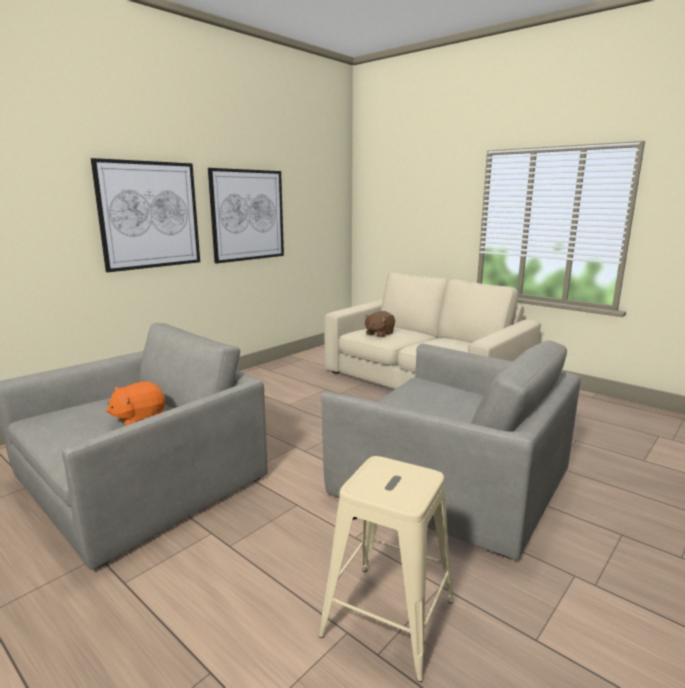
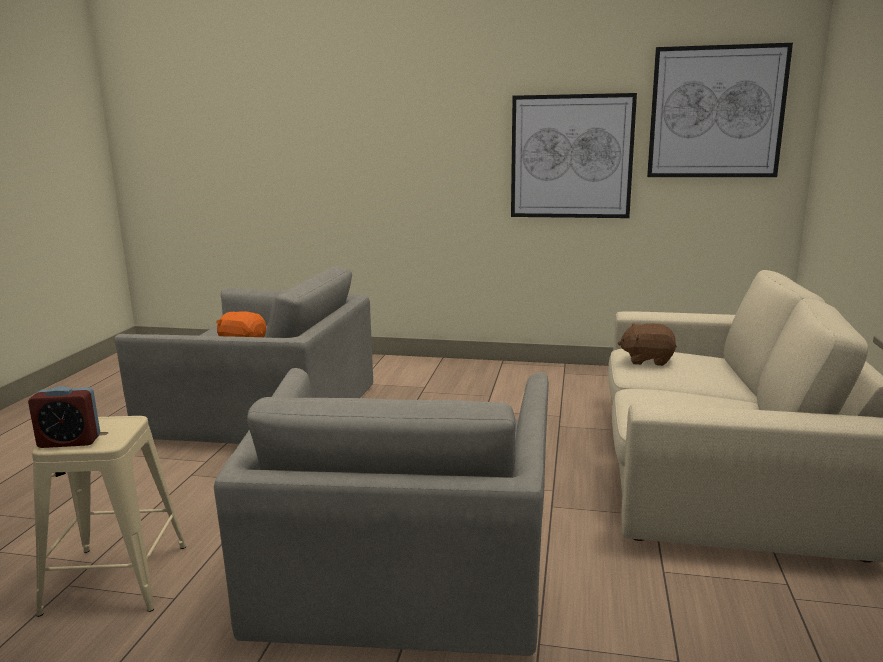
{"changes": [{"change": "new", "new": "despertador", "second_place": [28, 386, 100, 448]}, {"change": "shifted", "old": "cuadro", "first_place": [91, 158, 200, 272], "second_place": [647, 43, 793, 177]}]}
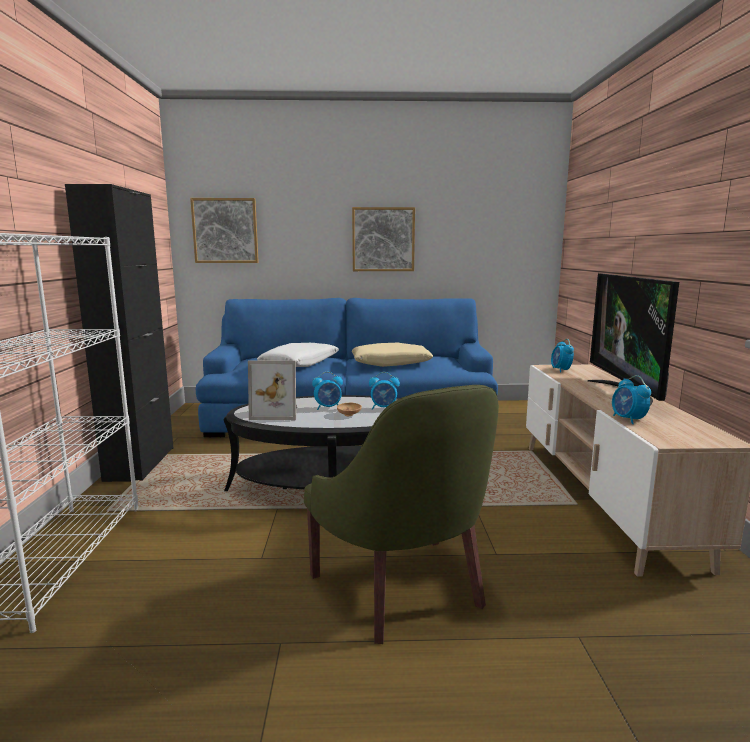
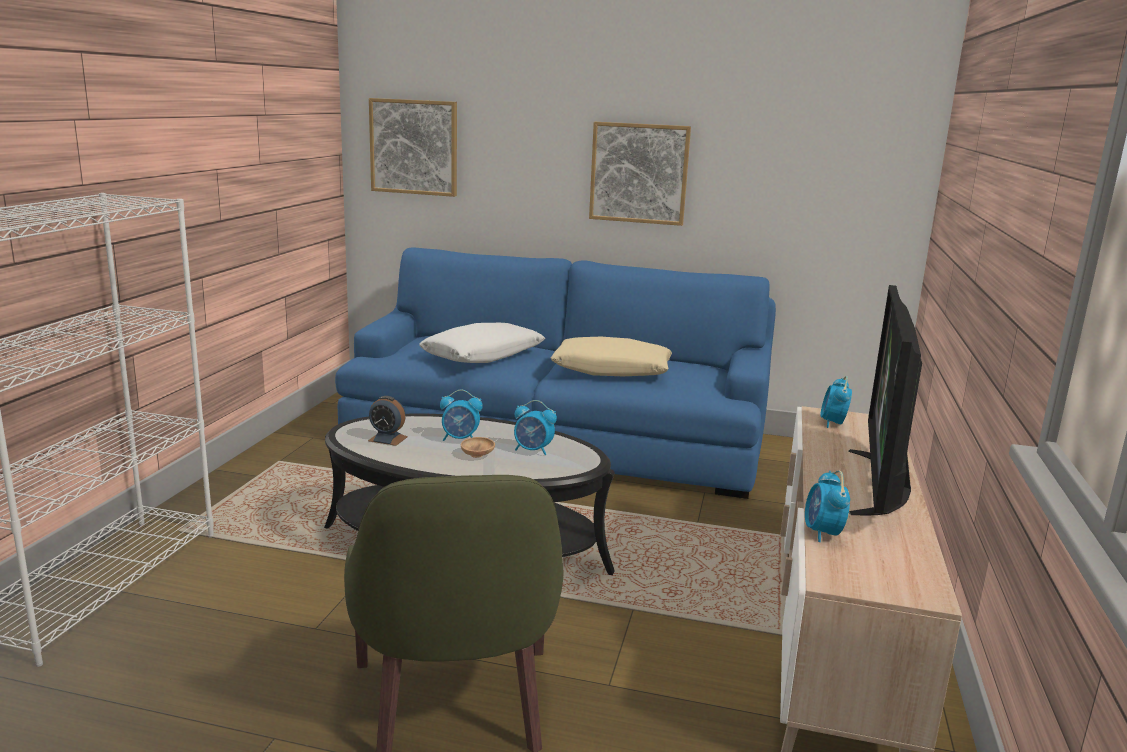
{"changes": [{"change": "swapped", "old": "portarretratos", "new": "despertador", "first_place": [248, 360, 297, 420], "second_place": [368, 396, 408, 446]}, {"change": "gone", "old": "armario (negro)", "first_place": [65, 184, 173, 482]}]}
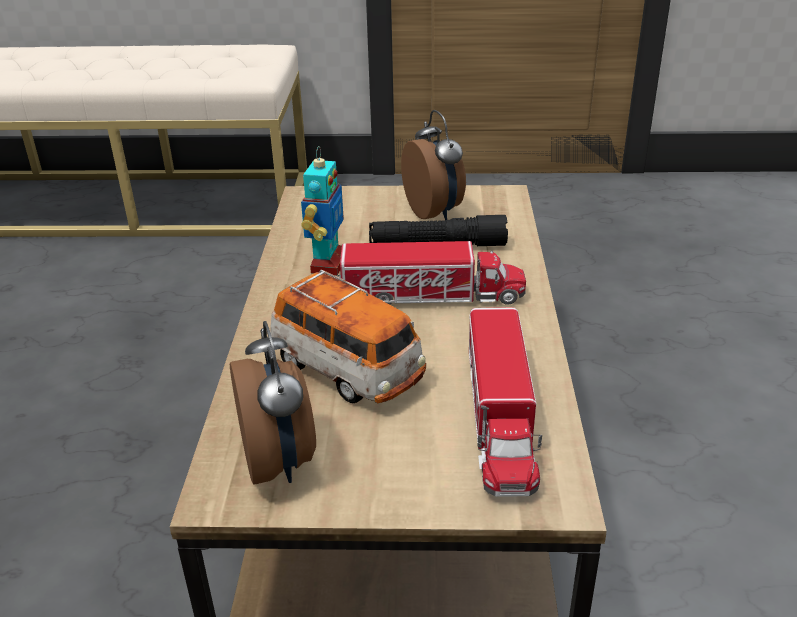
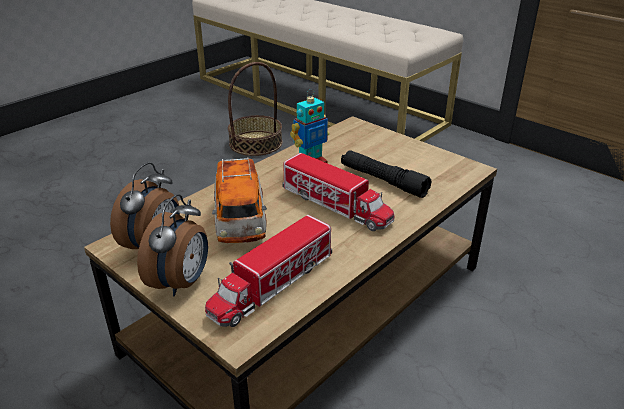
{"changes": [{"change": "shifted", "old": "despertador", "first_place": [401, 110, 466, 220], "second_place": [137, 194, 208, 296]}, {"change": "new", "new": "cesta", "second_place": [228, 62, 282, 156]}]}
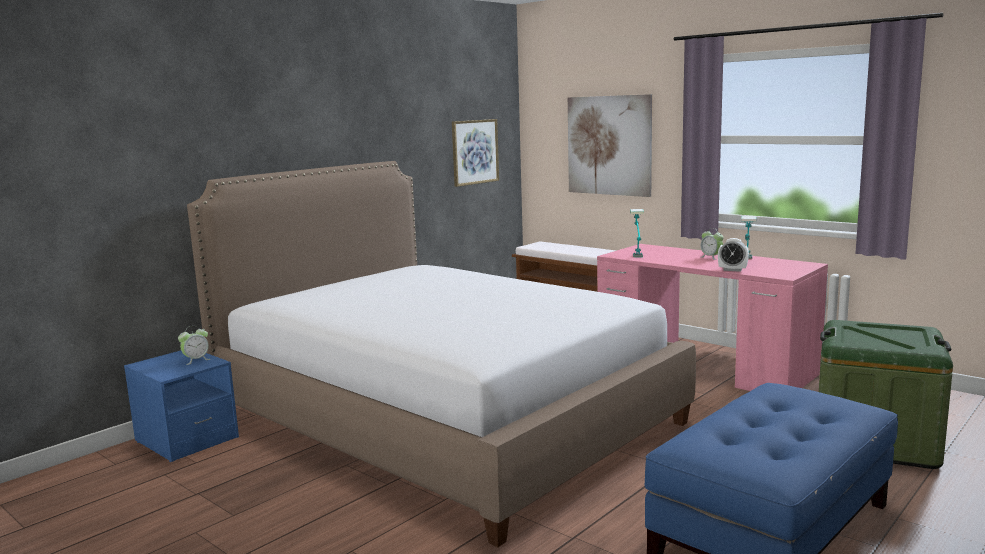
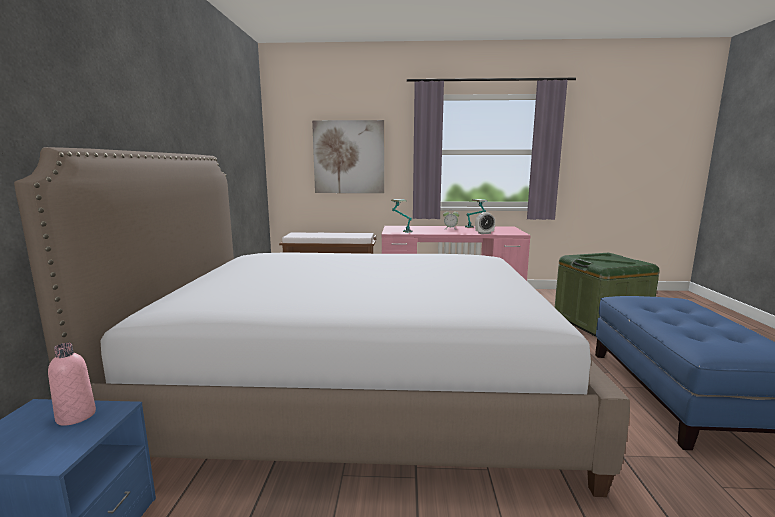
{"changes": [{"change": "swapped", "old": "despertador", "new": "botella (rosa)", "first_place": [178, 326, 210, 365], "second_place": [48, 343, 96, 426]}, {"change": "gone", "old": "cuadro", "first_place": [452, 119, 499, 187]}]}
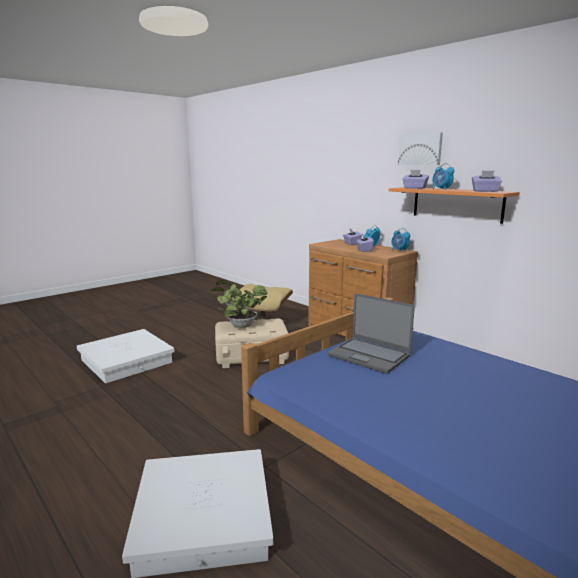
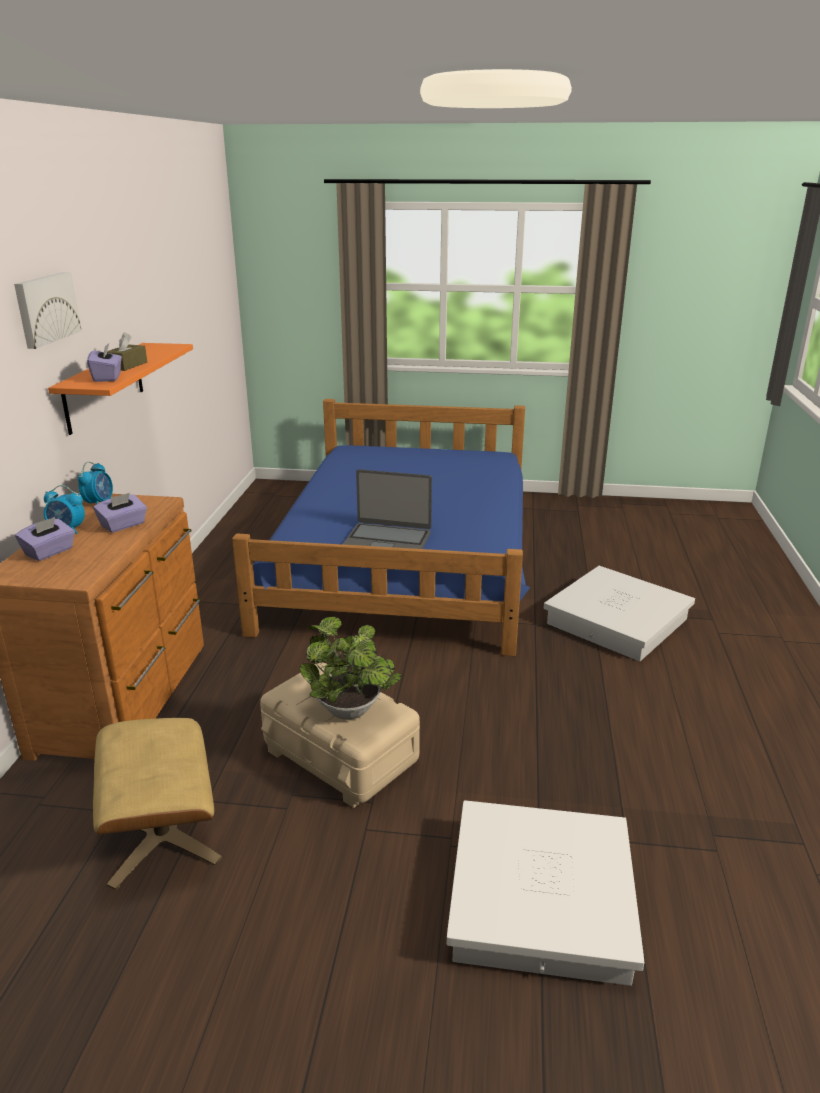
{"changes": [{"change": "swapped", "old": "despertador", "new": "caja de pañuelos (marrón)", "first_place": [432, 163, 454, 190], "second_place": [107, 332, 147, 371]}, {"change": "rotated", "old": "portátil", "first_place": [328, 293, 415, 374], "second_place": [342, 469, 432, 549], "degrees": 105}, {"change": "gone", "old": "caja de pañuelos (morado)", "first_place": [472, 170, 502, 192]}]}
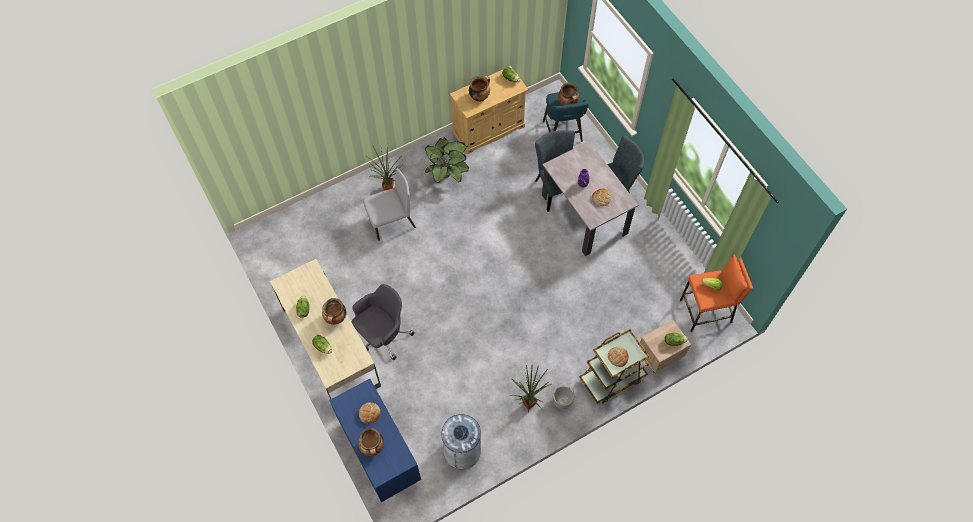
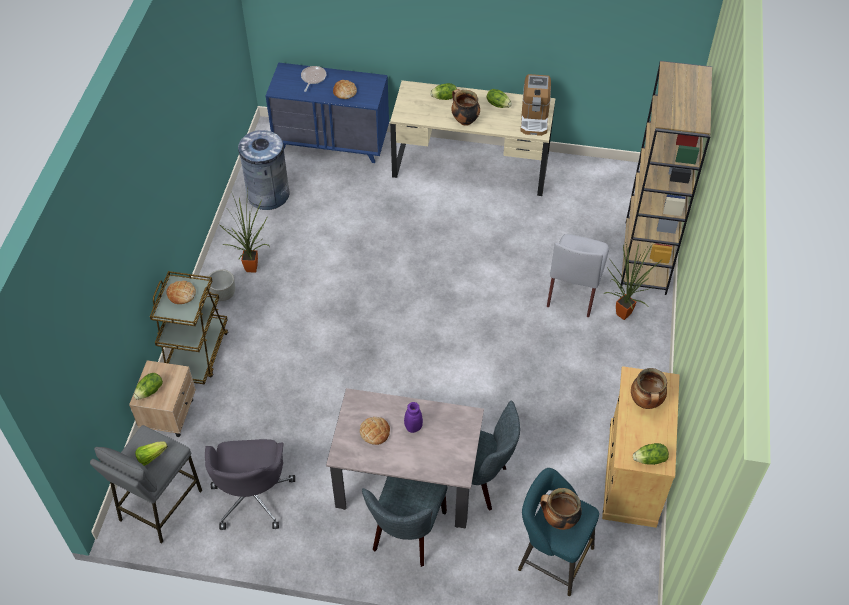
{"changes": [{"change": "repainted", "old": "taburete (naranja)", "new": "taburete (gris)", "first_place": [680, 255, 753, 332], "second_place": [90, 425, 202, 543]}, {"change": "shifted", "old": "silla de oficina (gris)", "first_place": [352, 284, 415, 360], "second_place": [205, 439, 295, 530]}, {"change": "swapped", "old": "olla", "new": "sartén", "first_place": [358, 428, 384, 456], "second_place": [301, 66, 326, 92]}, {"change": "new", "new": "cafetera", "second_place": [521, 74, 551, 136]}, {"change": "new", "new": "estantería (marrón)", "second_place": [620, 61, 712, 295]}, {"change": "gone", "old": "planta en maceta", "first_place": [425, 137, 469, 183]}]}
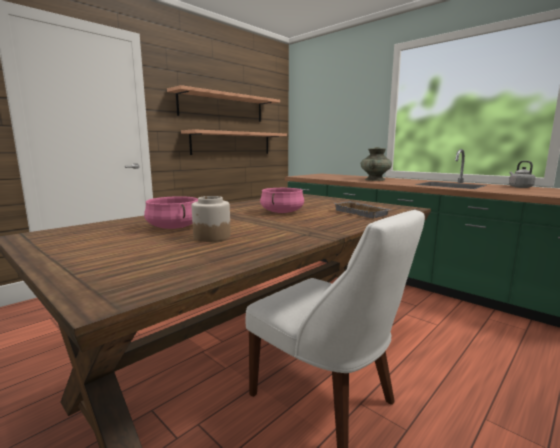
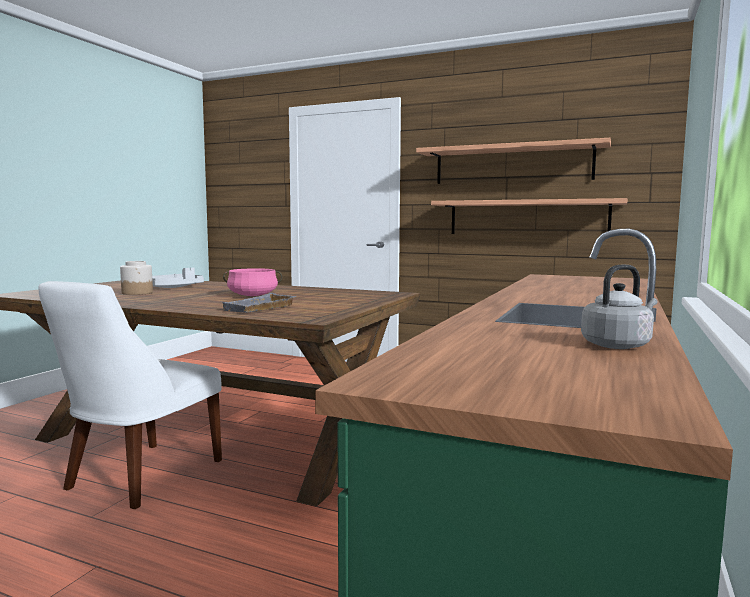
{"changes": [{"change": "swapped", "old": "olla (rosa)", "new": "bandeja (gris)", "first_place": [144, 196, 198, 229], "second_place": [152, 267, 204, 288]}, {"change": "gone", "old": "florero (turquesa)", "first_place": [361, 147, 392, 181]}]}
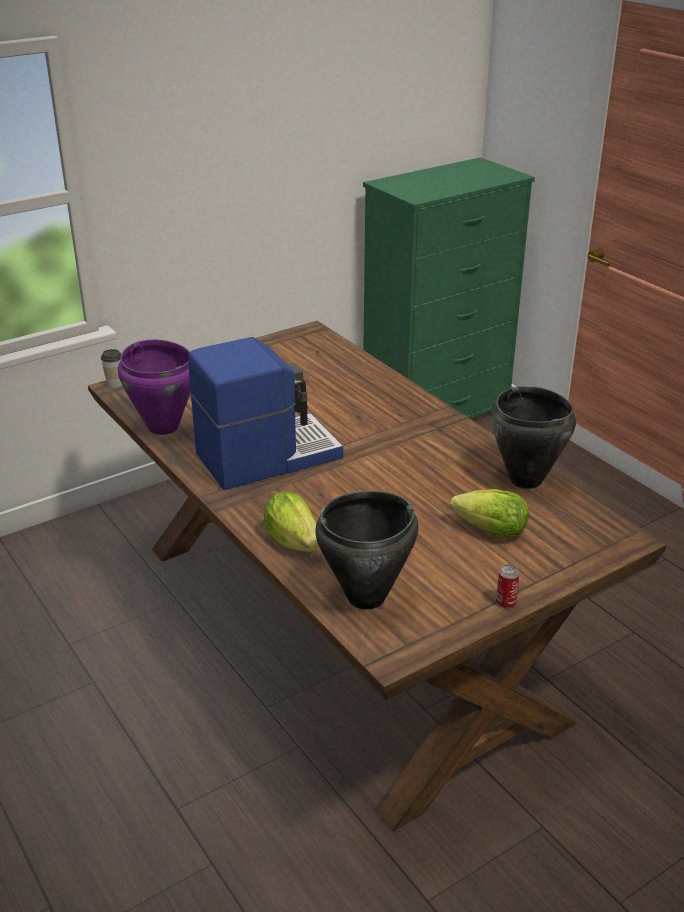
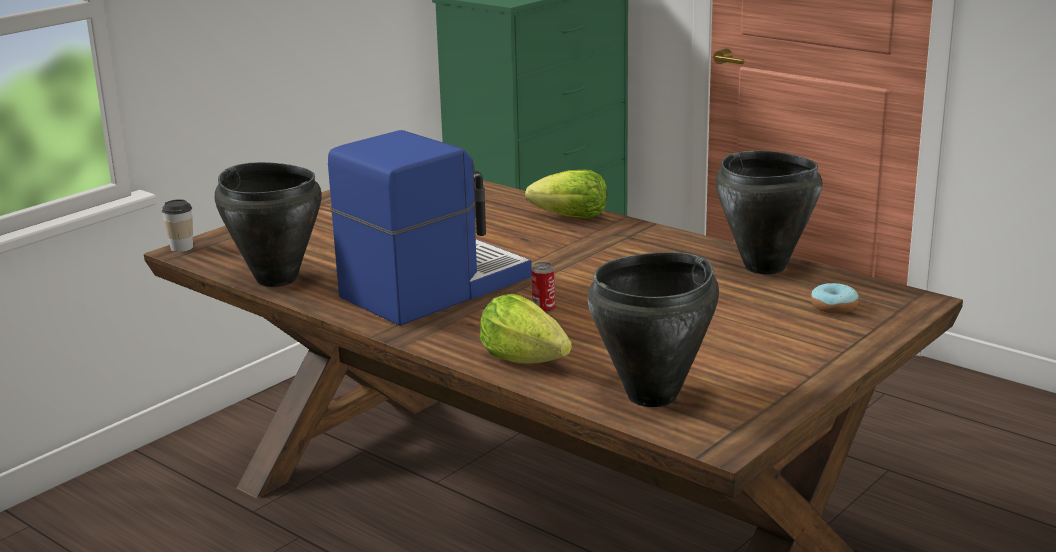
{"changes": [{"change": "repainted", "old": "olla (morado)", "new": "olla (negro)", "first_place": [118, 339, 191, 435], "second_place": [215, 162, 322, 287]}, {"change": "shifted", "old": "lechuga", "first_place": [450, 489, 529, 538], "second_place": [525, 170, 607, 219]}, {"change": "shifted", "old": "lata", "first_place": [496, 564, 520, 608], "second_place": [531, 262, 555, 313]}, {"change": "new", "new": "rosquilla", "second_place": [811, 283, 859, 314]}]}
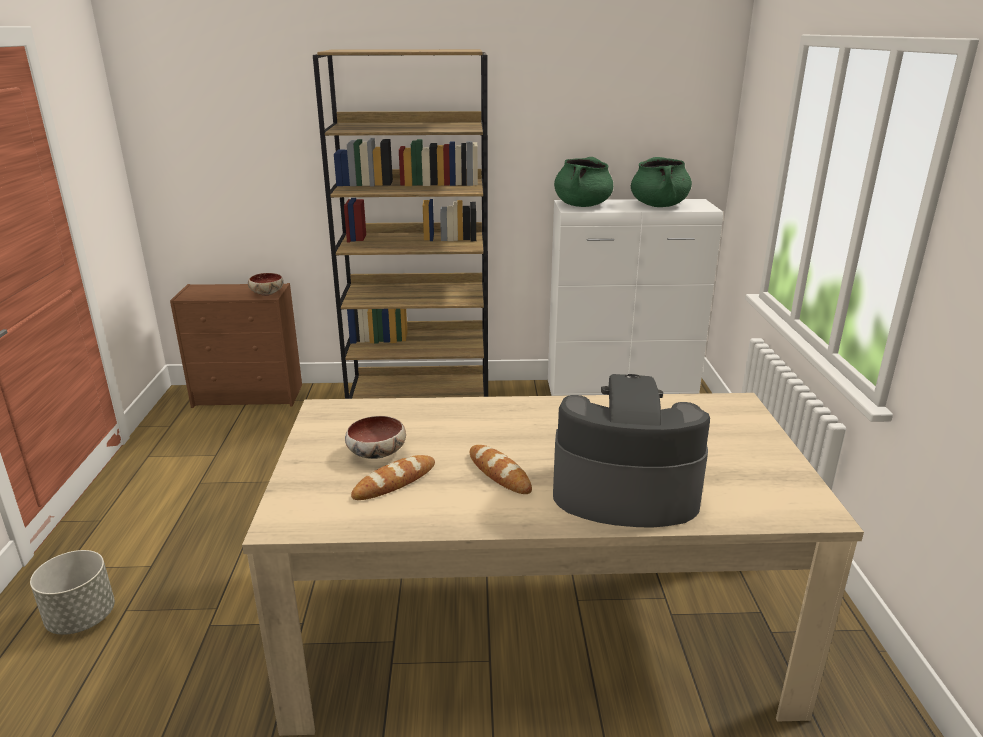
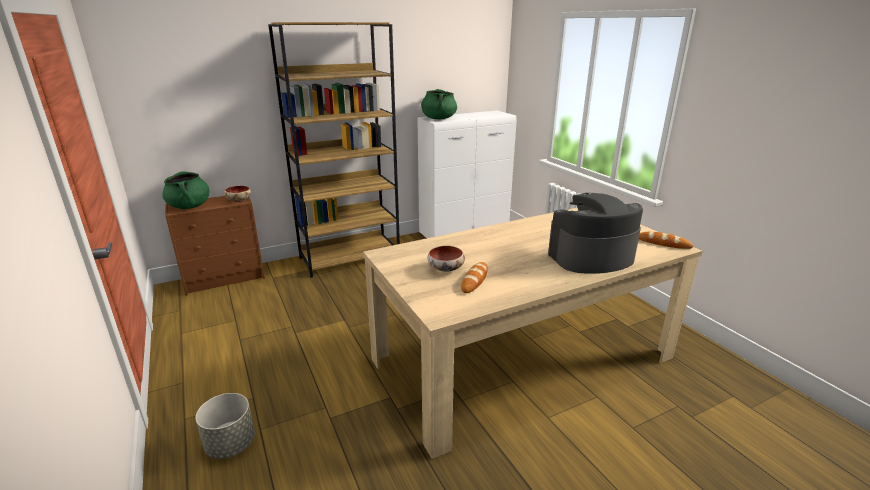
{"changes": [{"change": "shifted", "old": "olla (verde)", "first_place": [631, 157, 692, 207], "second_place": [162, 172, 209, 209]}, {"change": "shifted", "old": "pan", "first_place": [470, 445, 532, 494], "second_place": [639, 232, 693, 249]}]}
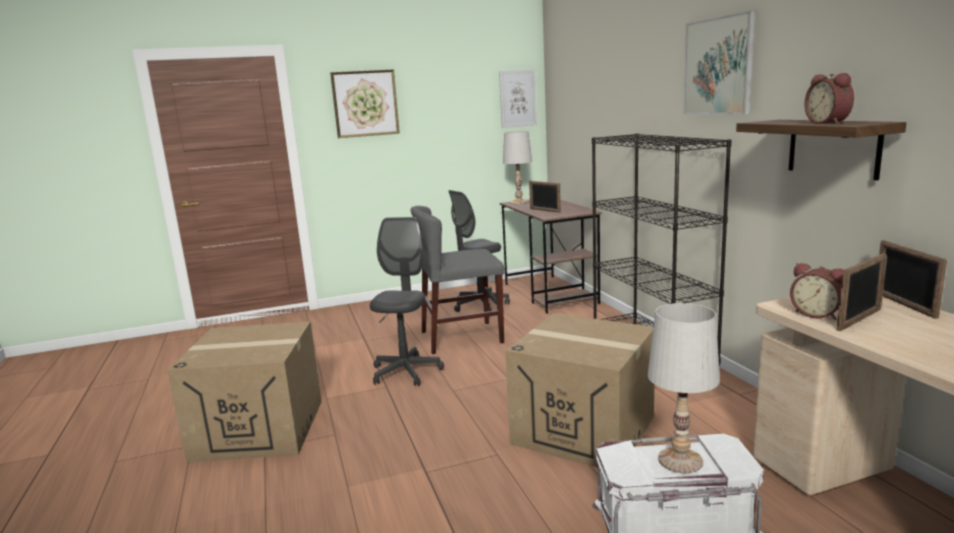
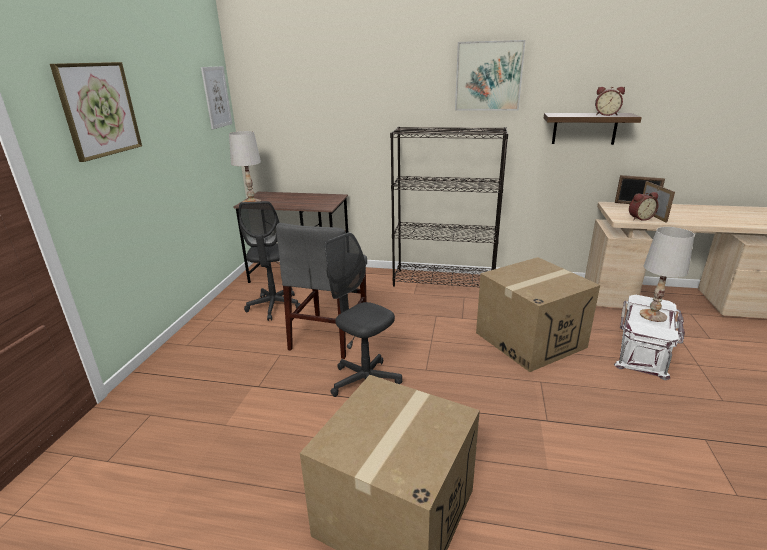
{"changes": [{"change": "gone", "old": "portarretratos", "first_place": [529, 181, 561, 213]}]}
